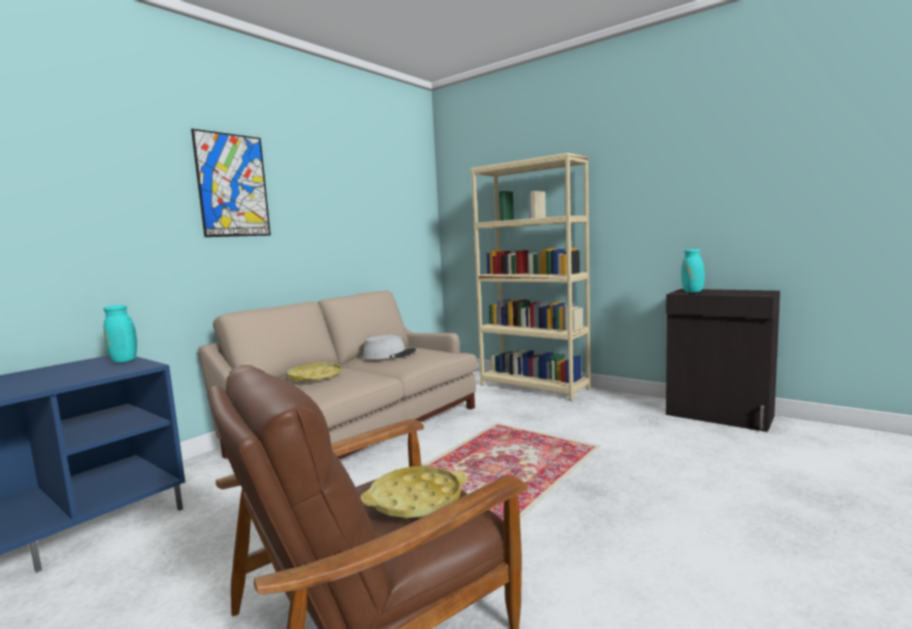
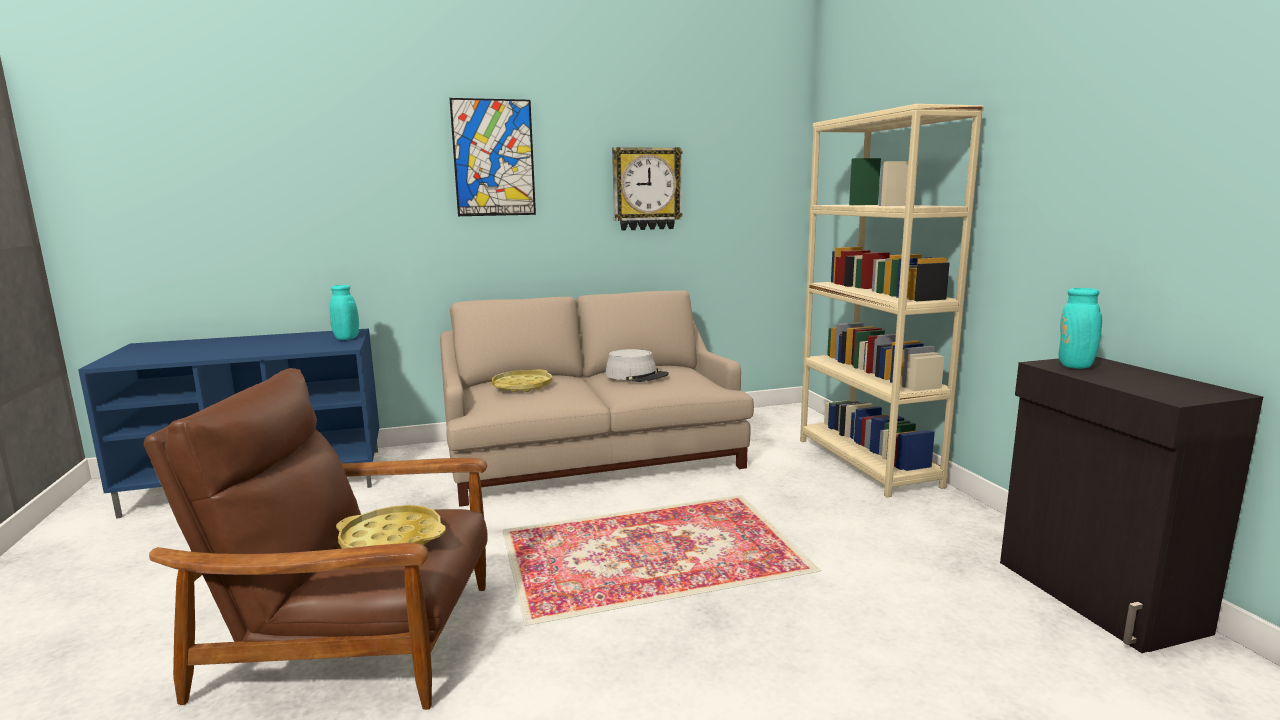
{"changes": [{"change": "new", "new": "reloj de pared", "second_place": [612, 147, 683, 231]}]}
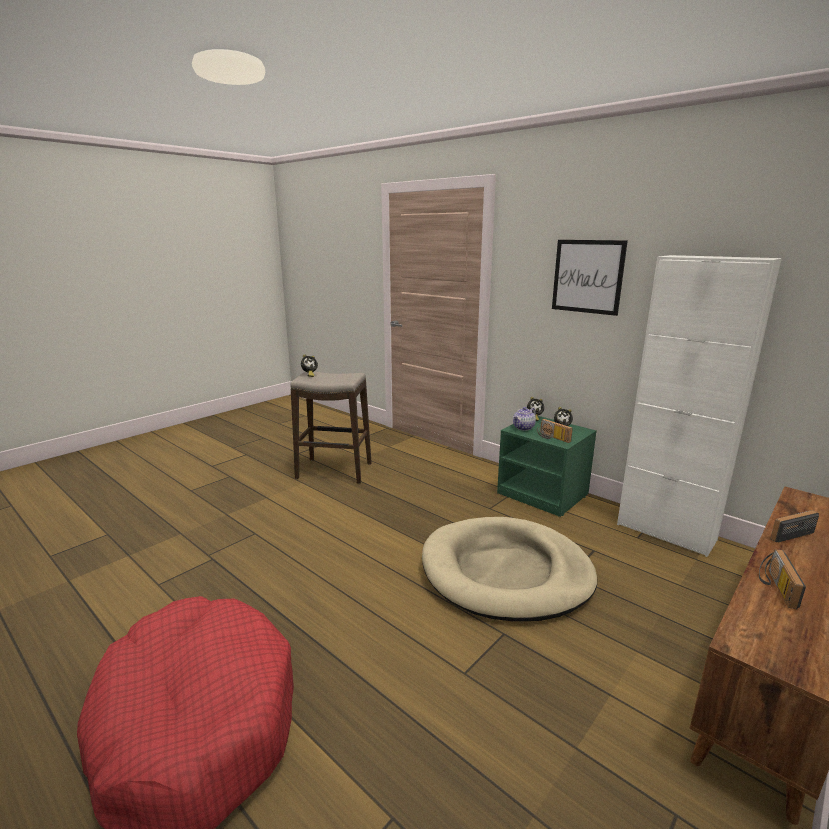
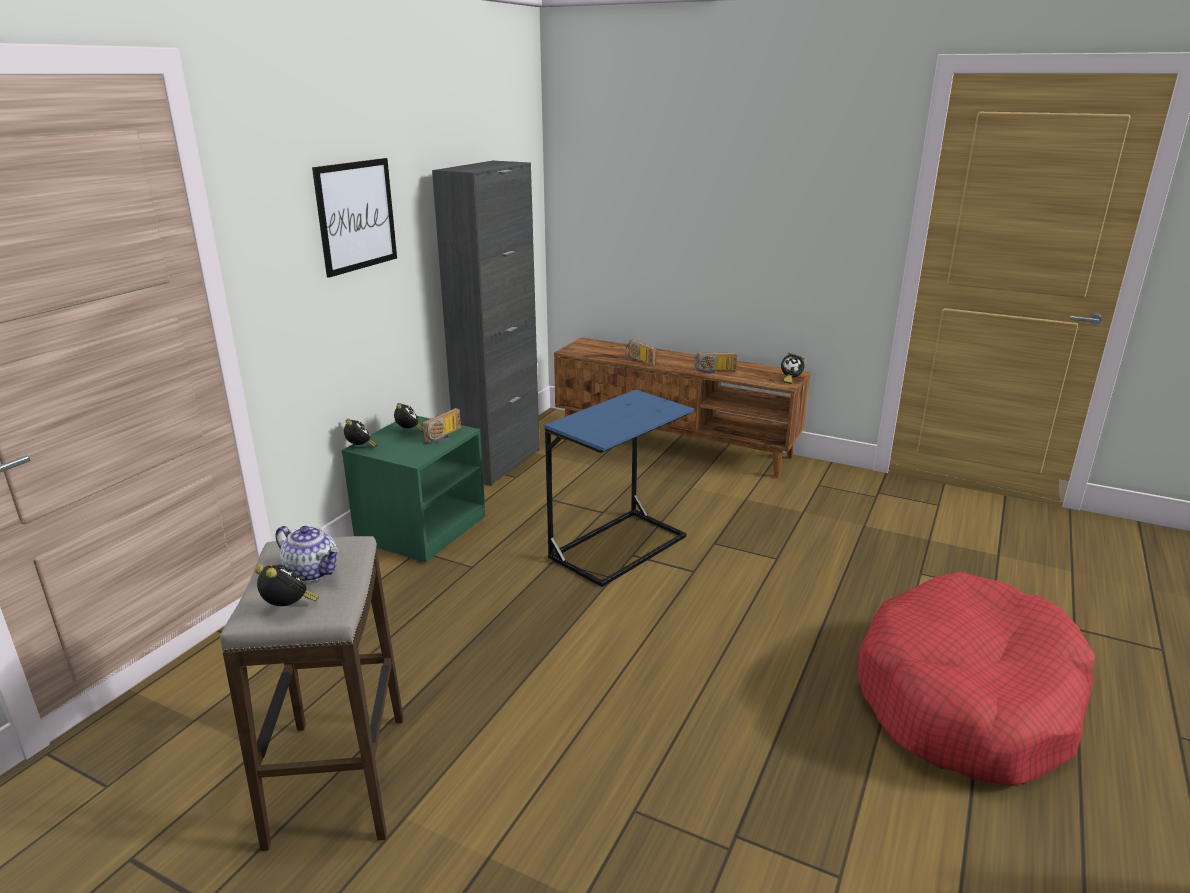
{"changes": [{"change": "shifted", "old": "tetera", "first_place": [513, 407, 536, 431], "second_place": [275, 526, 340, 582]}, {"change": "repainted", "old": "armario (blanco)", "new": "armario (negro)", "first_place": [617, 255, 782, 557], "second_place": [432, 161, 540, 486]}, {"change": "swapped", "old": "cama para perro (beis)", "new": "mesa auxiliar (azul)", "first_place": [422, 517, 597, 621], "second_place": [544, 390, 694, 587]}, {"change": "new", "new": "despertador", "second_place": [781, 352, 805, 384]}]}
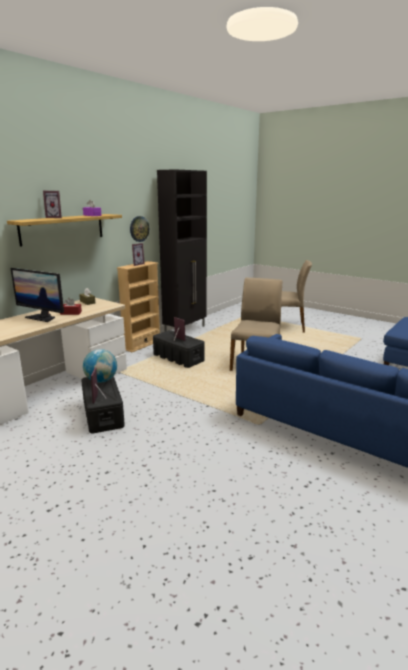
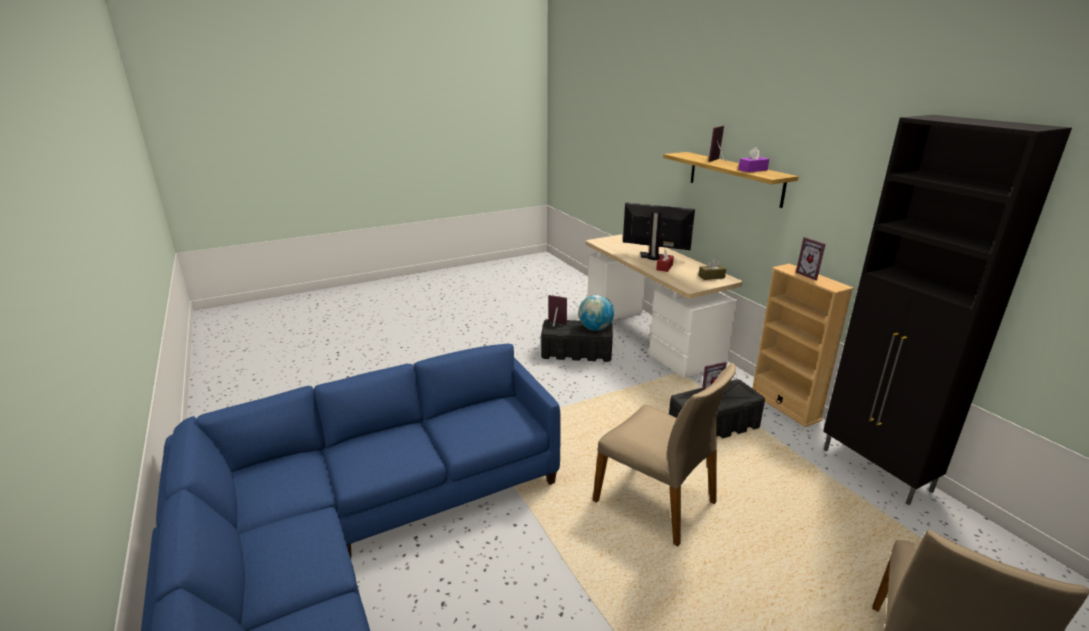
{"changes": [{"change": "rotated", "old": "monitor", "first_place": [11, 268, 64, 322], "second_place": [623, 202, 695, 260], "degrees": 60}, {"change": "gone", "old": "reloj de pared", "first_place": [130, 216, 149, 242]}]}
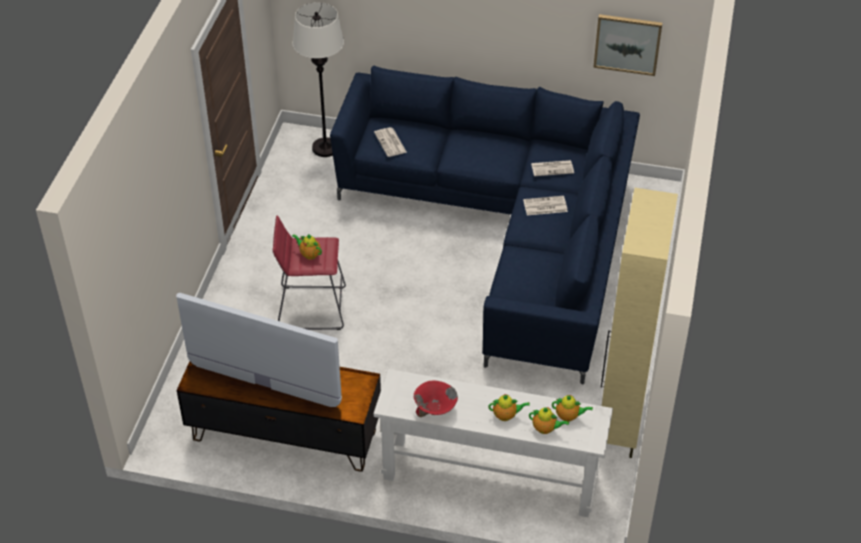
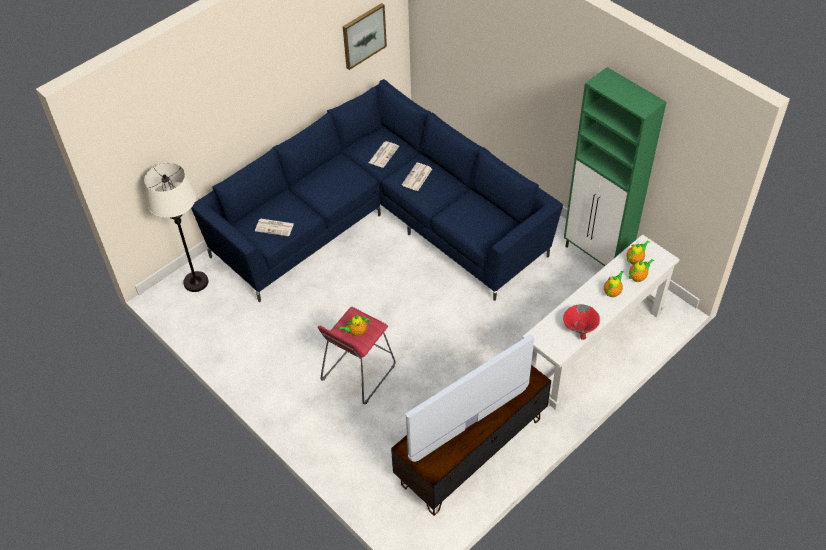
{"changes": [{"change": "repainted", "old": "armario (beis)", "new": "armario (verde)", "first_place": [601, 188, 678, 458], "second_place": [564, 67, 666, 266]}]}
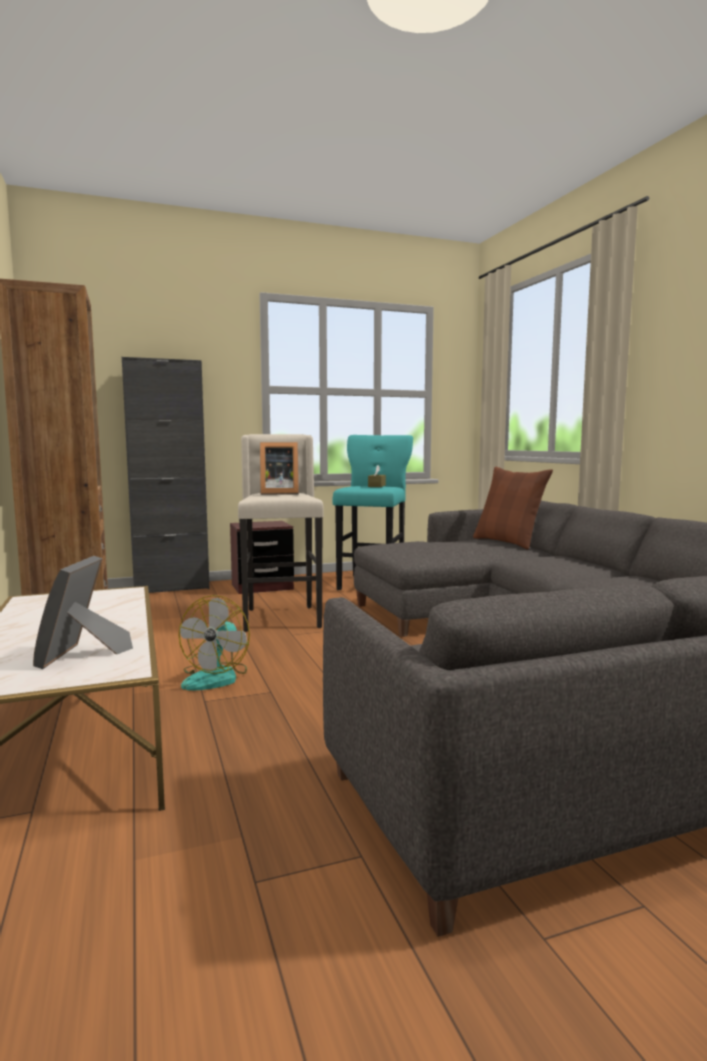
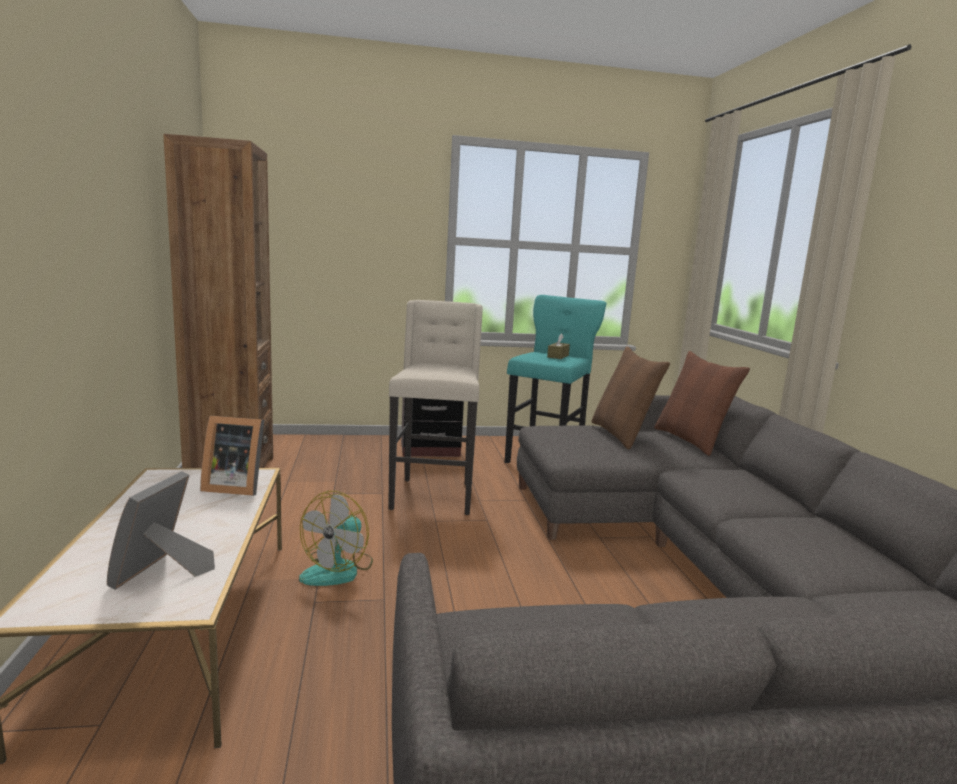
{"changes": [{"change": "shifted", "old": "portarretratos", "first_place": [260, 442, 299, 495], "second_place": [200, 415, 264, 496]}, {"change": "new", "new": "cojín (marrón)", "second_place": [592, 346, 670, 450]}, {"change": "gone", "old": "armario (negro)", "first_place": [122, 357, 210, 593]}]}
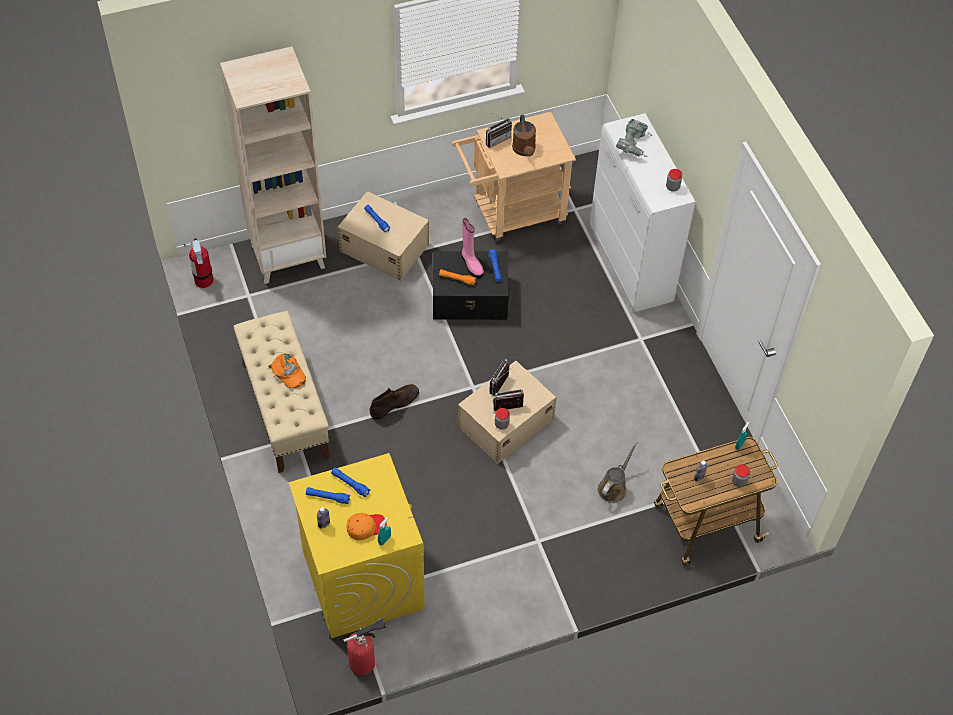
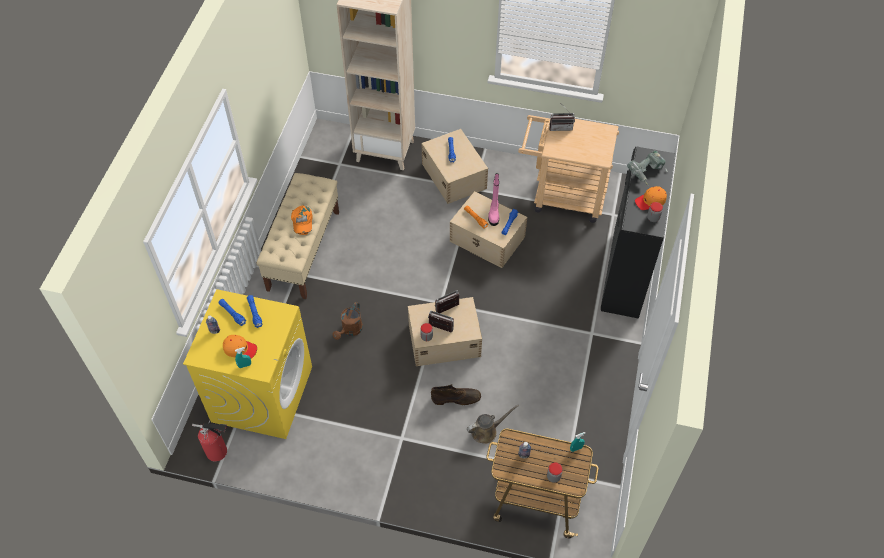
{"changes": [{"change": "shifted", "old": "regadera (marrón)", "first_place": [512, 115, 536, 156], "second_place": [333, 302, 363, 340]}, {"change": "shifted", "old": "bota (marrón)", "first_place": [369, 384, 419, 420], "second_place": [431, 384, 481, 405]}, {"change": "repainted", "old": "caja de almacenaje (negro)", "new": "caja de almacenaje (beis)", "first_place": [433, 251, 509, 320], "second_place": [450, 191, 527, 268]}, {"change": "repainted", "old": "armario (blanco)", "new": "armario (negro)", "first_place": [590, 113, 696, 312], "second_place": [601, 147, 676, 319]}, {"change": "new", "new": "gorra (naranja)", "second_place": [635, 186, 667, 210]}, {"change": "gone", "old": "extintor", "first_place": [184, 238, 214, 288]}]}
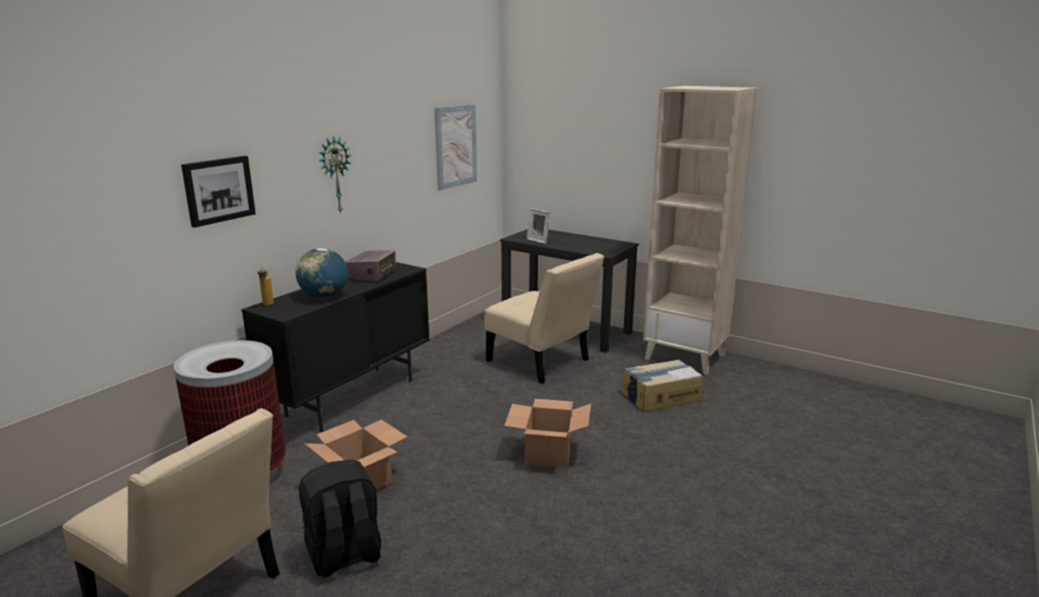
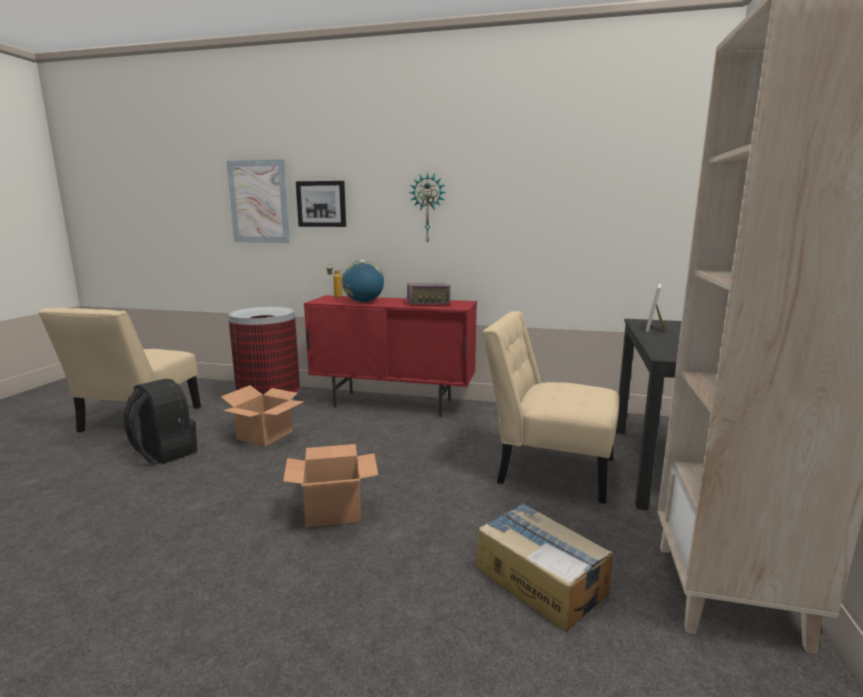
{"changes": [{"change": "shifted", "old": "cuadro", "first_place": [435, 104, 477, 191], "second_place": [227, 159, 290, 243]}, {"change": "repainted", "old": "armario (negro)", "new": "armario (rojo)", "first_place": [241, 262, 430, 432], "second_place": [304, 295, 477, 417]}, {"change": "rotated", "old": "silla (beis)", "first_place": [484, 253, 604, 384], "second_place": [483, 311, 619, 504], "degrees": 90}]}
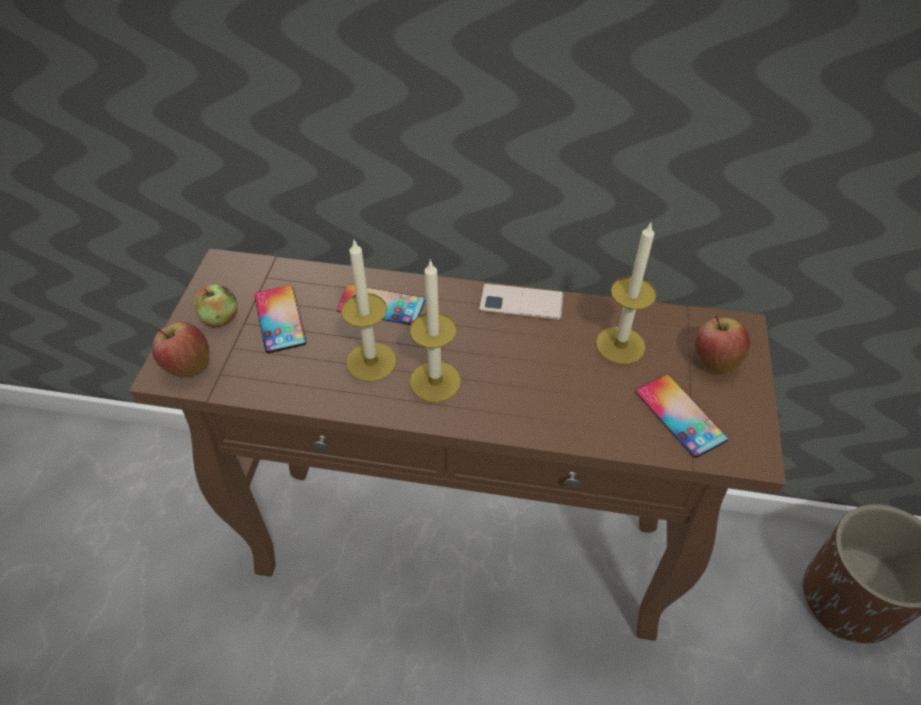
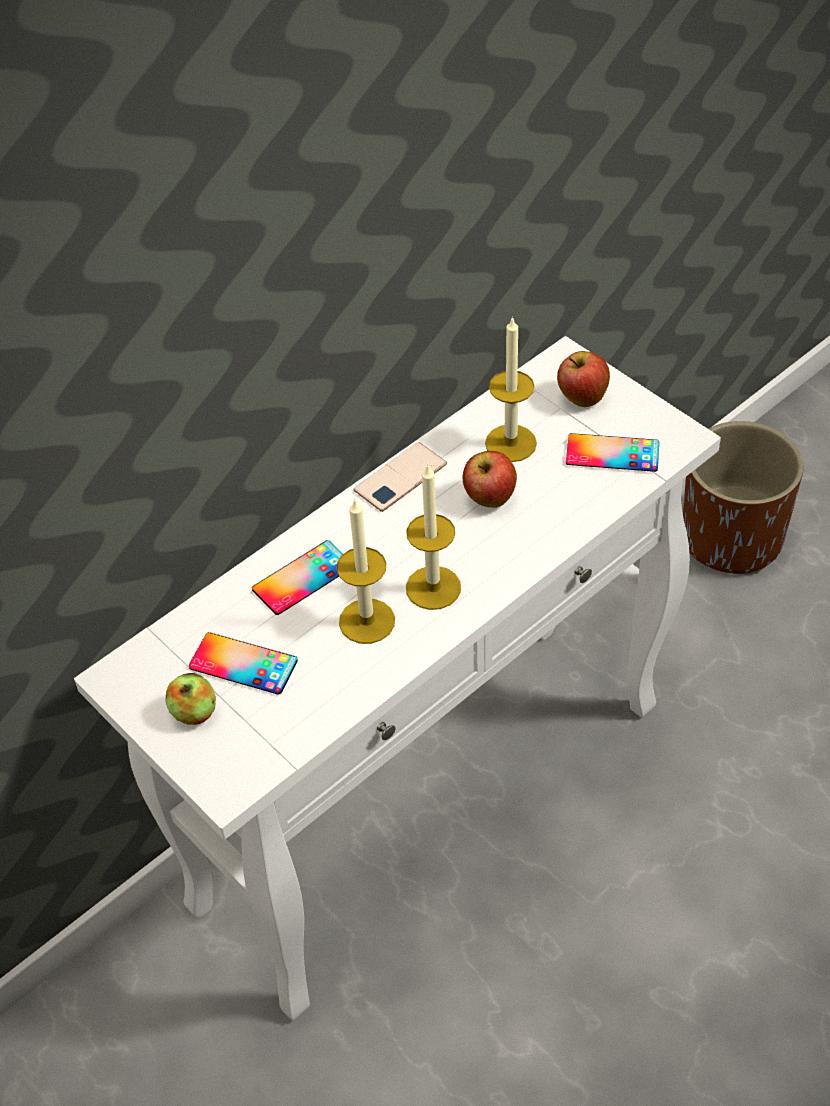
{"changes": [{"change": "repainted", "old": "mesa consola (marrón)", "new": "mesa consola (blanco)", "first_place": [129, 249, 786, 641], "second_place": [74, 336, 721, 1021]}, {"change": "shifted", "old": "manzana", "first_place": [152, 322, 209, 378], "second_place": [463, 451, 517, 508]}]}
